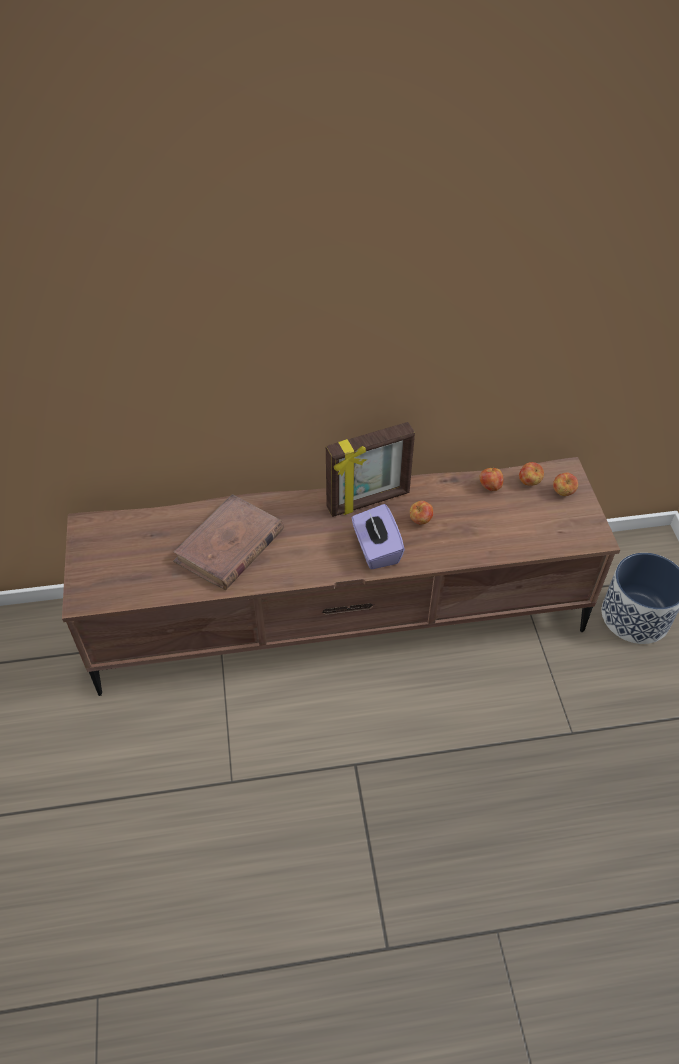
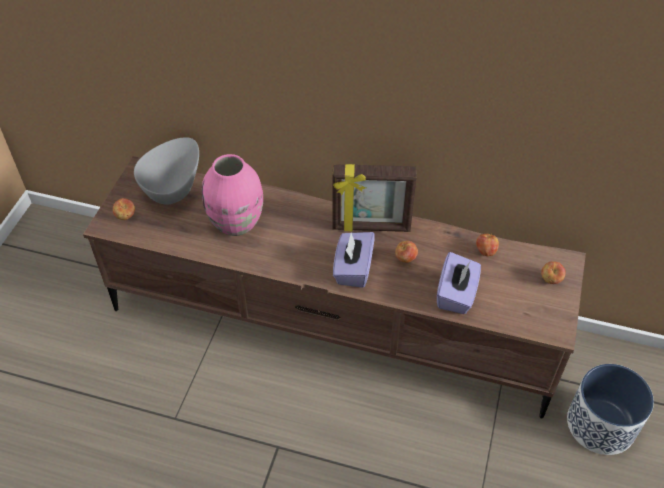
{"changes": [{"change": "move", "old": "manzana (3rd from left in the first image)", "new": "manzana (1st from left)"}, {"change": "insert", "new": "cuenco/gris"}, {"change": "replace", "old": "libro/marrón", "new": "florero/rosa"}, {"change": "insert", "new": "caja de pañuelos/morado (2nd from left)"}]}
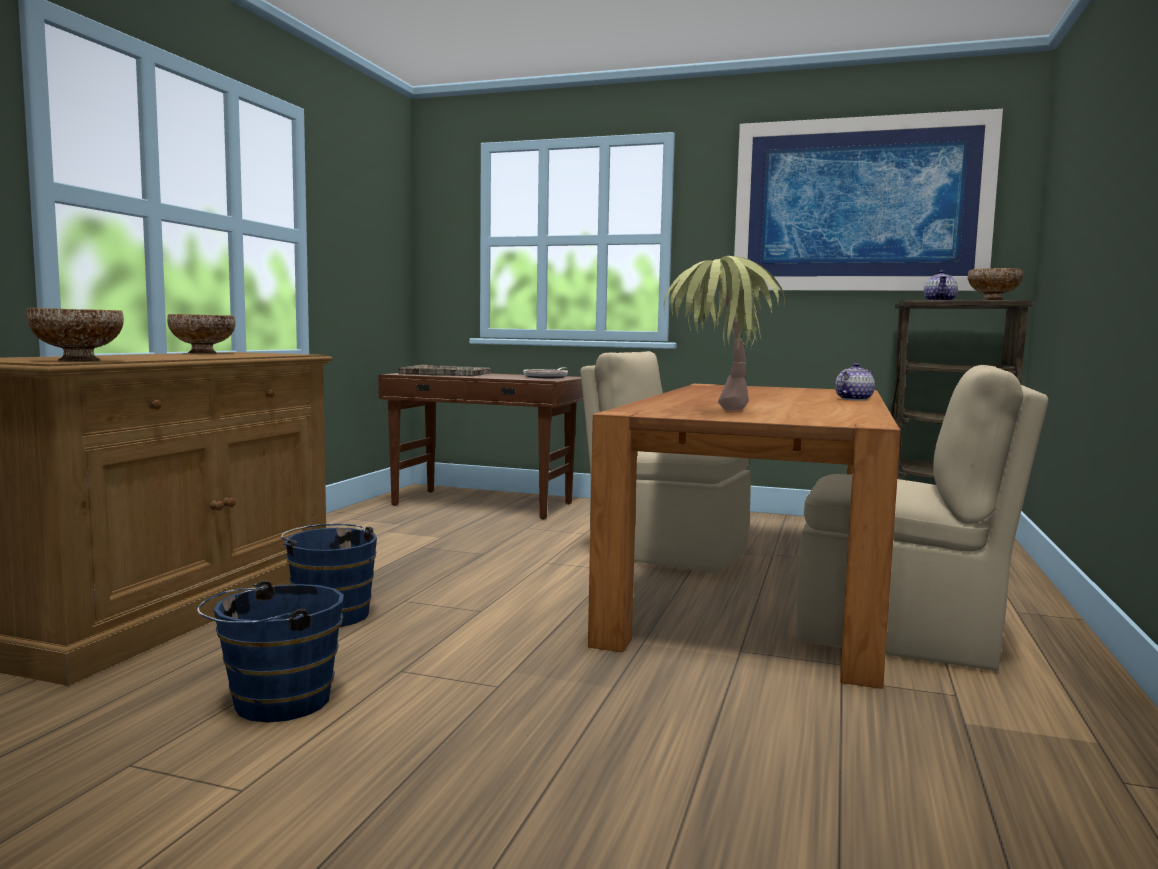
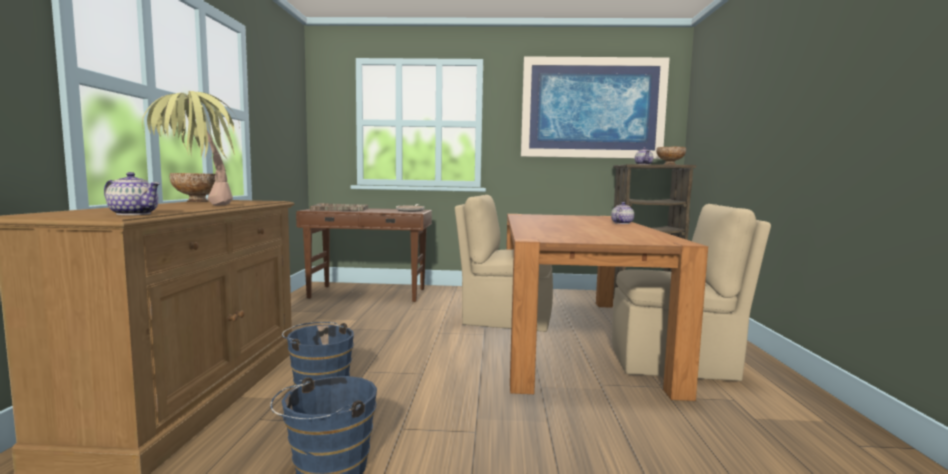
{"changes": [{"change": "replace", "old": "cuenco (1st from left)", "new": "tetera (1st from left)"}, {"change": "move", "old": "planta en maceta"}]}
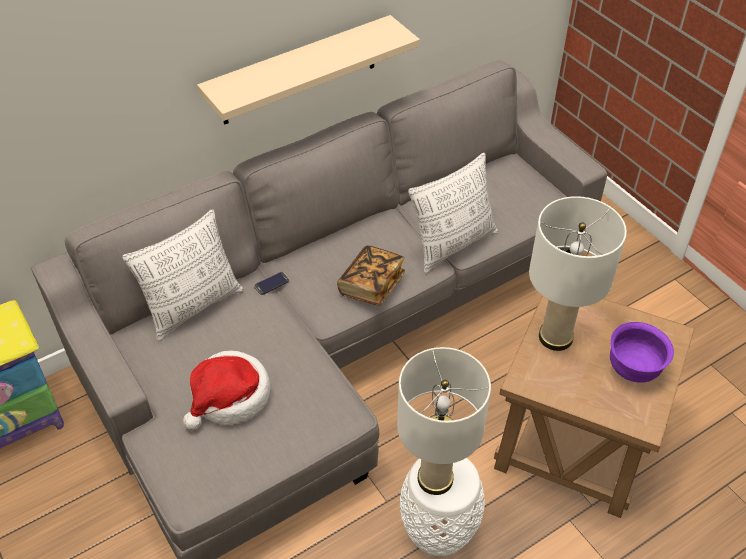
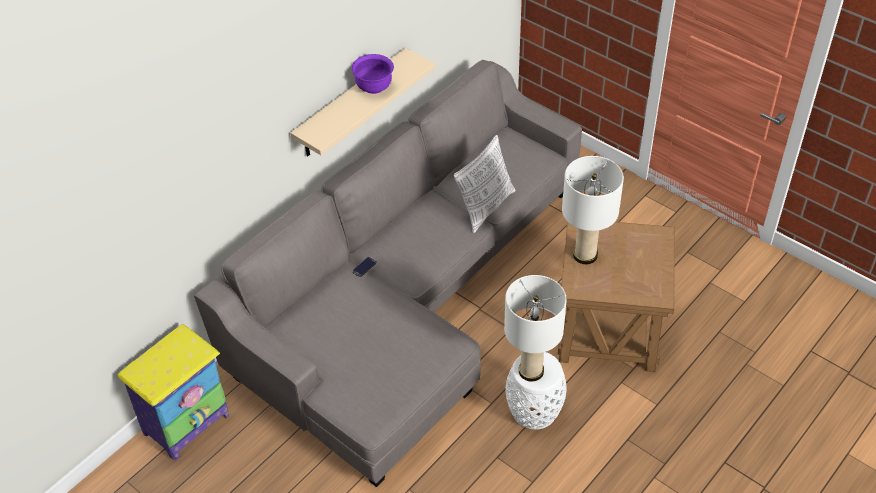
{"changes": [{"change": "move", "old": "cuenco/morado"}, {"change": "delete", "old": "cojín (1st from left)"}, {"change": "delete", "old": "sombrero"}, {"change": "delete", "old": "libro"}]}
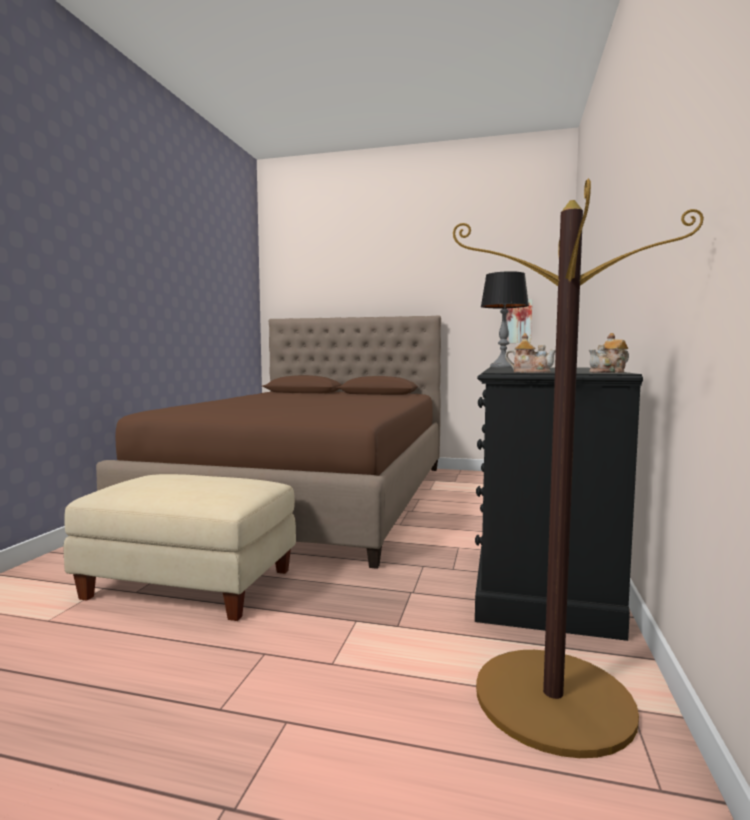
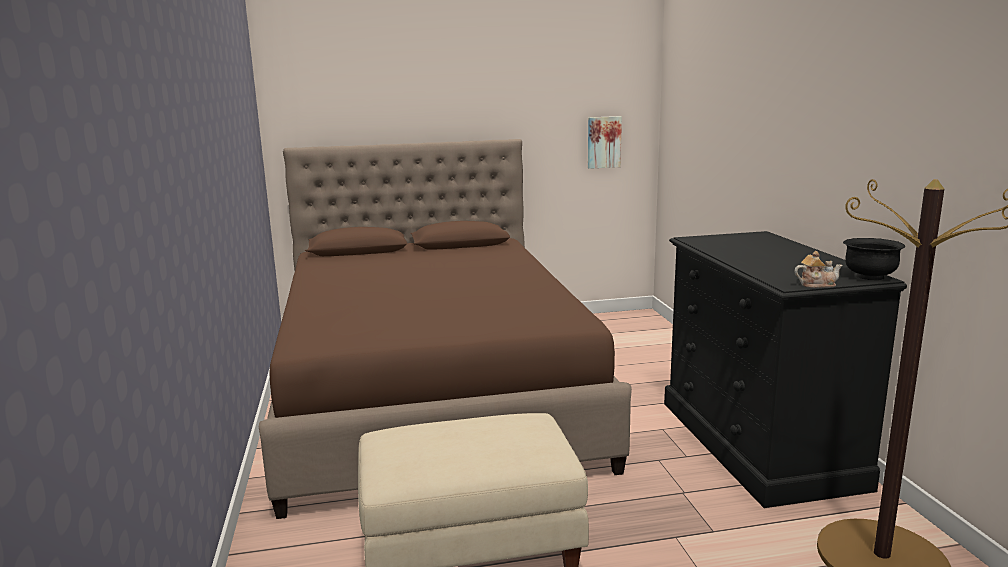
{"changes": [{"change": "replace", "old": "tetera (2nd from left)", "new": "cuenco/negro"}, {"change": "delete", "old": "lámpara de mesa"}]}
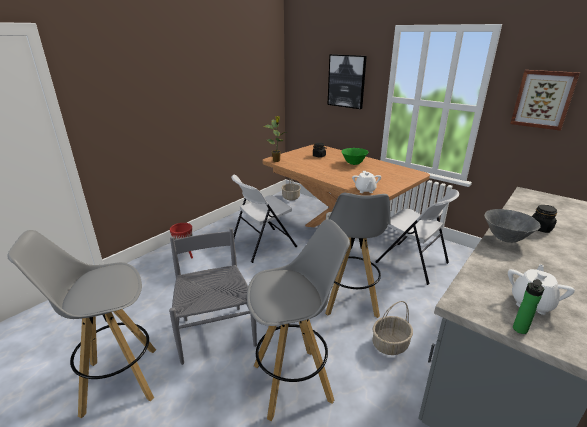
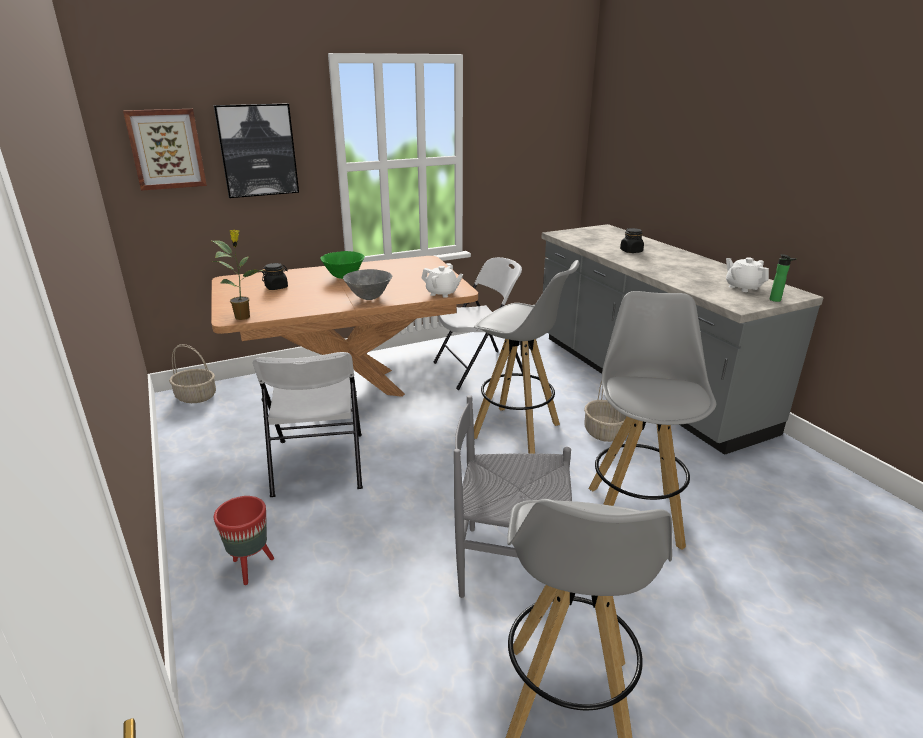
{"changes": [{"change": "move", "old": "cuadro (2nd from left in the first image)", "new": "cuadro (1st from left)"}, {"change": "move", "old": "cuenco/gris"}]}
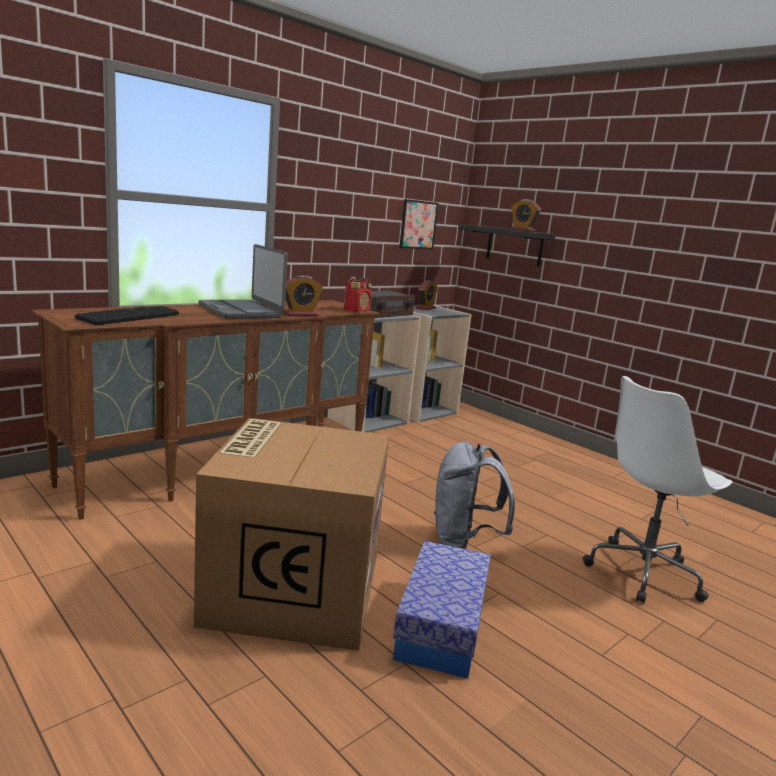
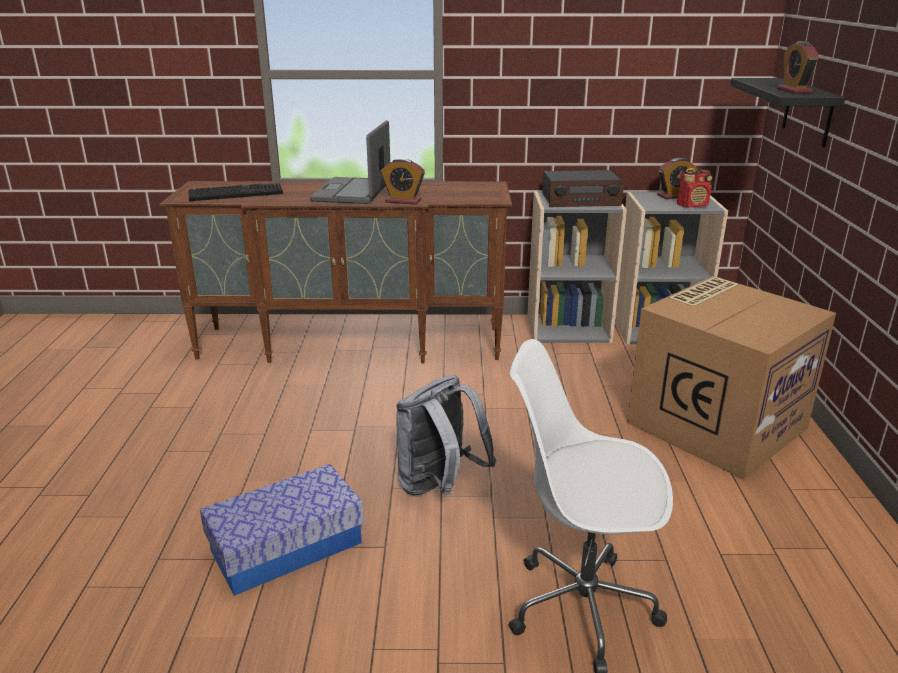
{"changes": [{"change": "move", "old": "caja de cartón"}, {"change": "move", "old": "radio (1st from left in the first image)", "new": "radio (2nd from left)"}, {"change": "delete", "old": "cuadro"}]}
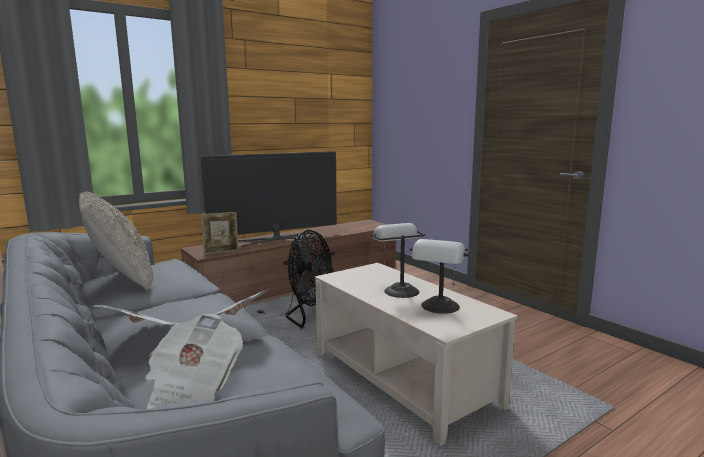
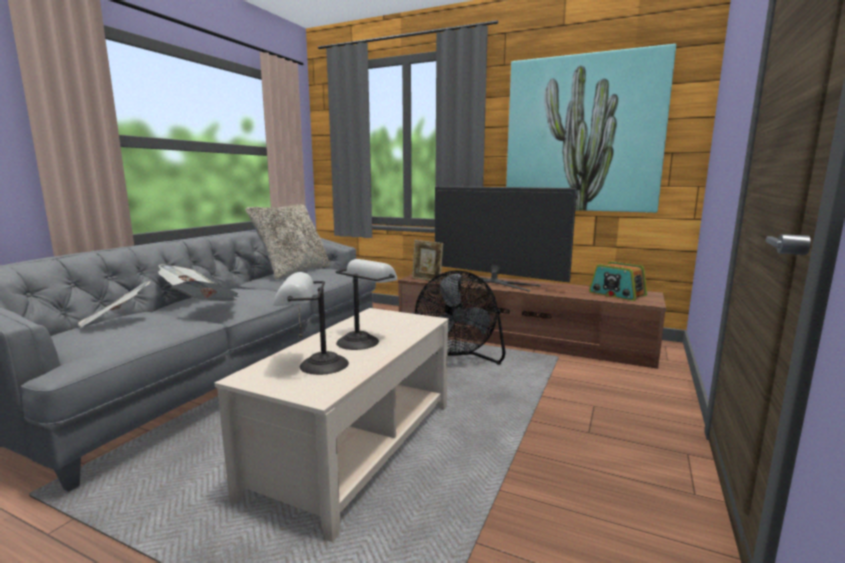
{"changes": [{"change": "insert", "new": "cuadro"}, {"change": "insert", "new": "radio"}]}
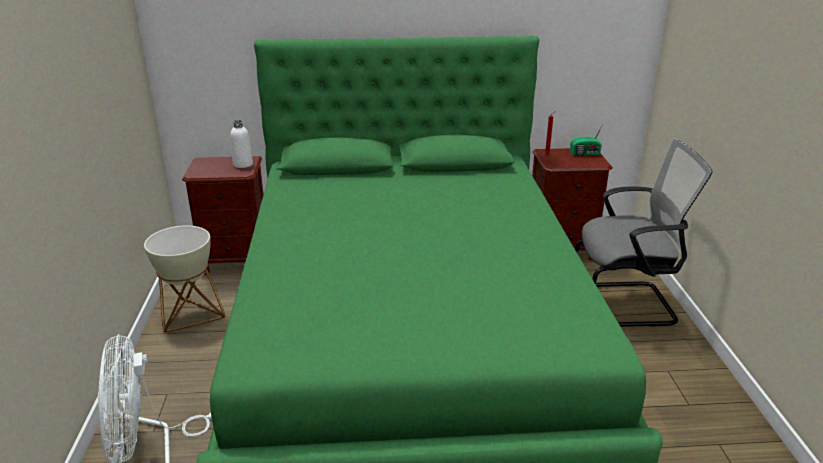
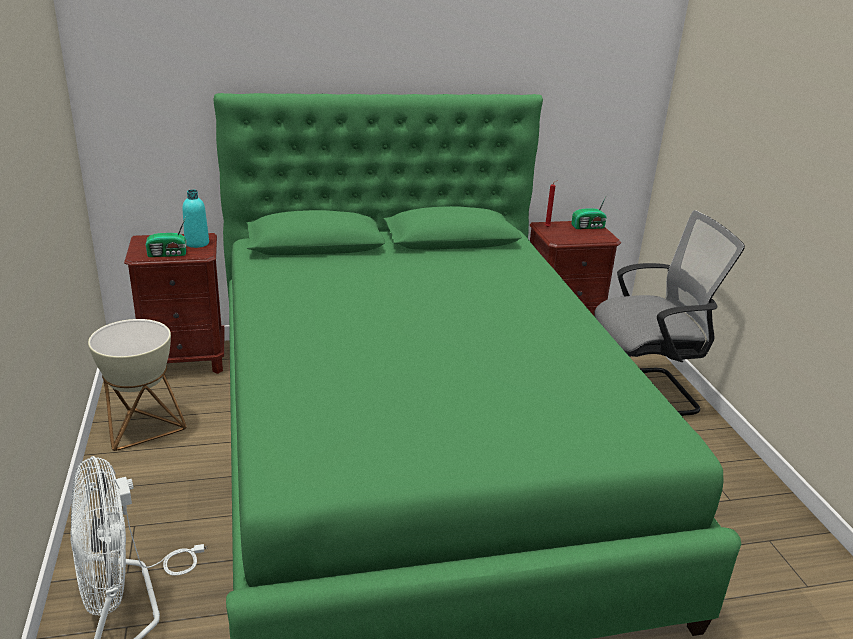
{"changes": [{"change": "insert", "new": "radio (1st from left)"}, {"change": "recolor", "old": "botella/blanco", "new": "botella/turquesa"}]}
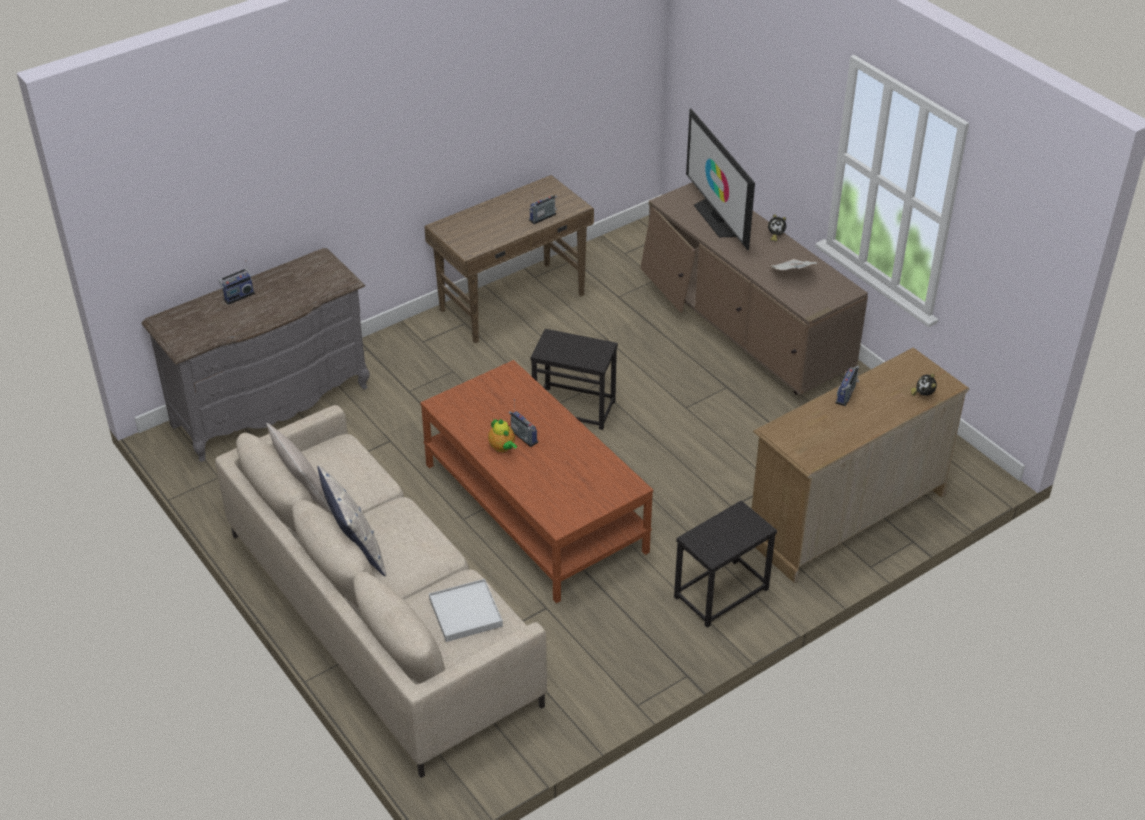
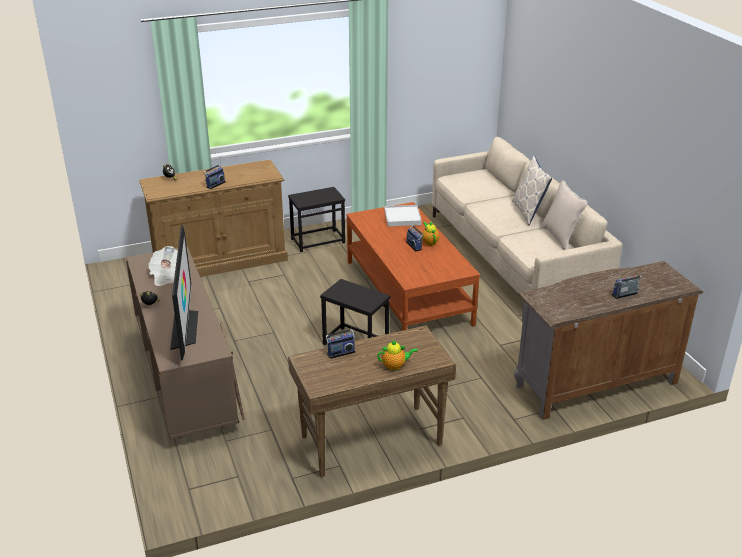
{"changes": [{"change": "insert", "new": "tetera (1st from left)"}, {"change": "move", "old": "bandeja/blanco"}]}
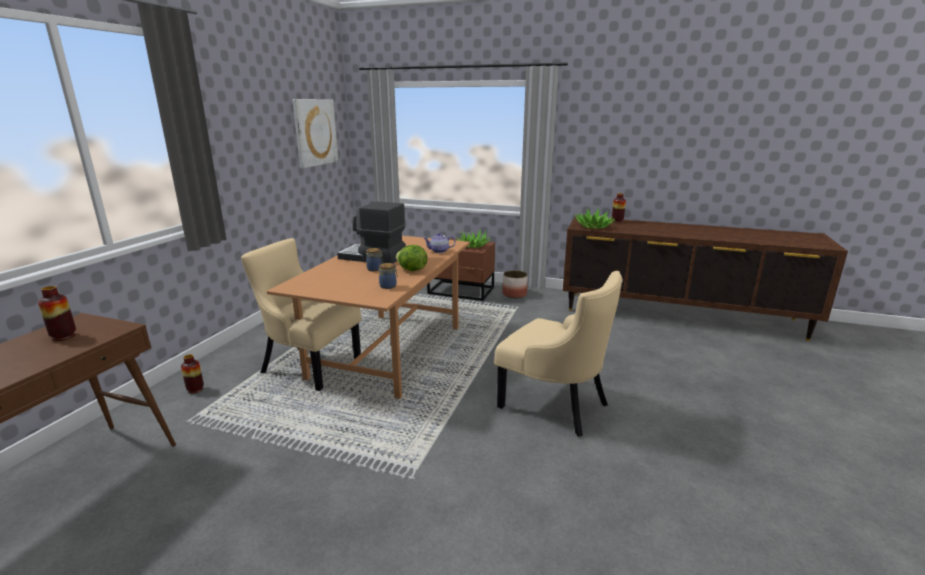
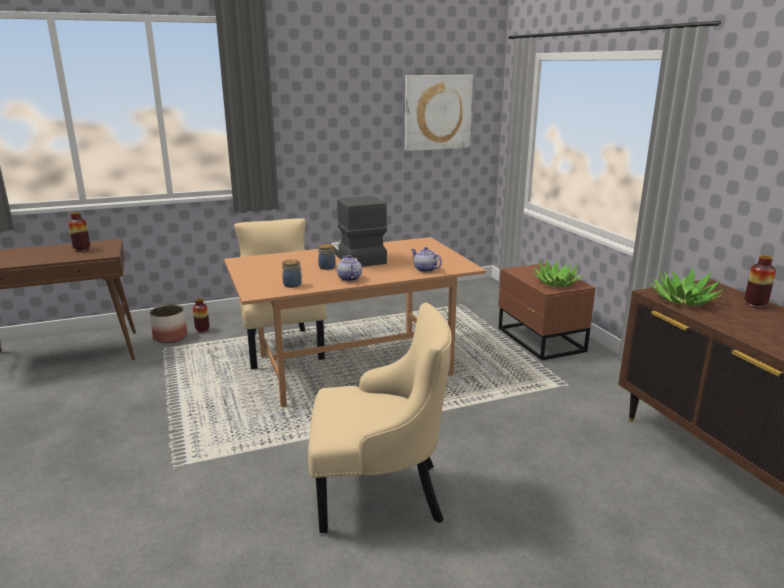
{"changes": [{"change": "move", "old": "maceta"}, {"change": "rotate", "old": "silla/beis (2nd from left)", "degrees": -90}, {"change": "replace", "old": "lechuga", "new": "tetera (1st from left)"}]}
